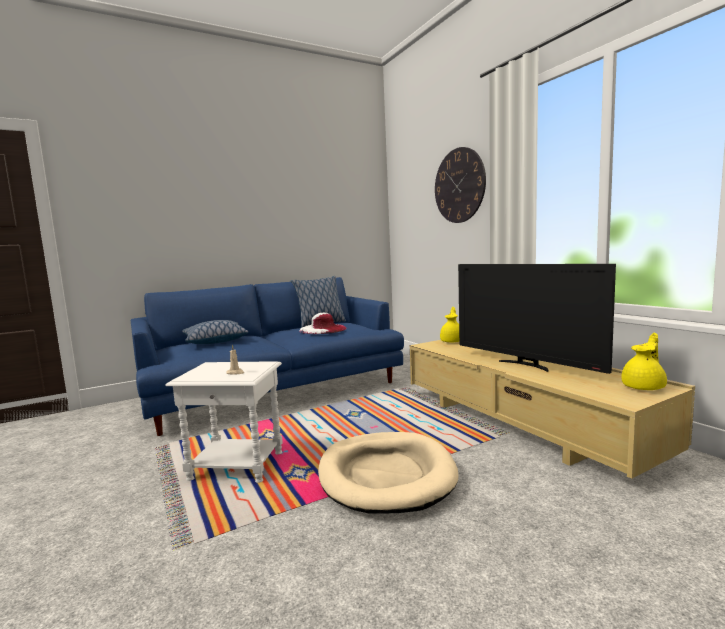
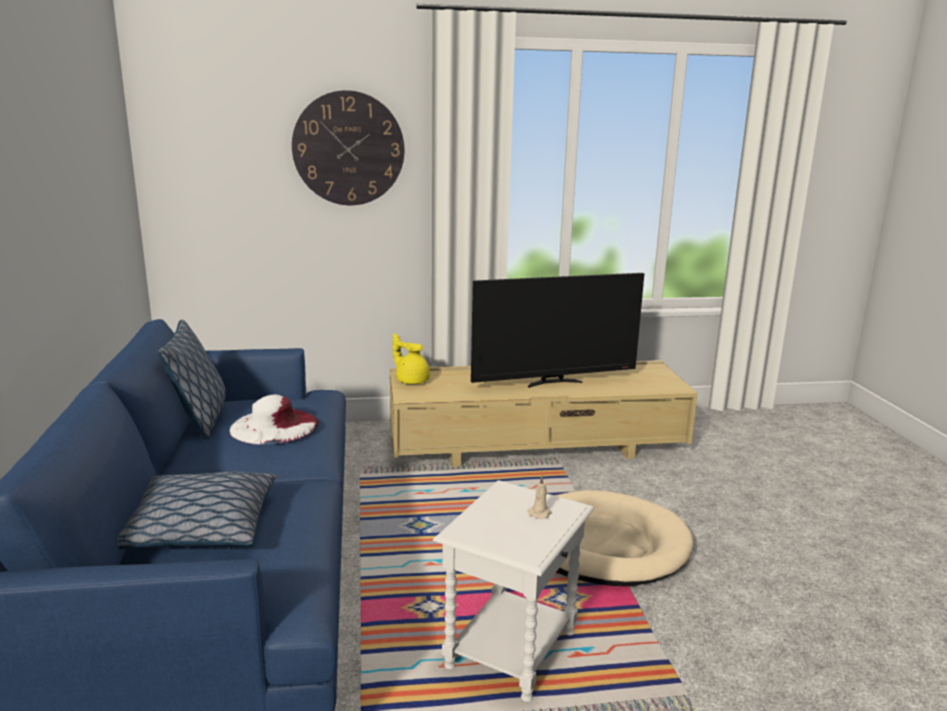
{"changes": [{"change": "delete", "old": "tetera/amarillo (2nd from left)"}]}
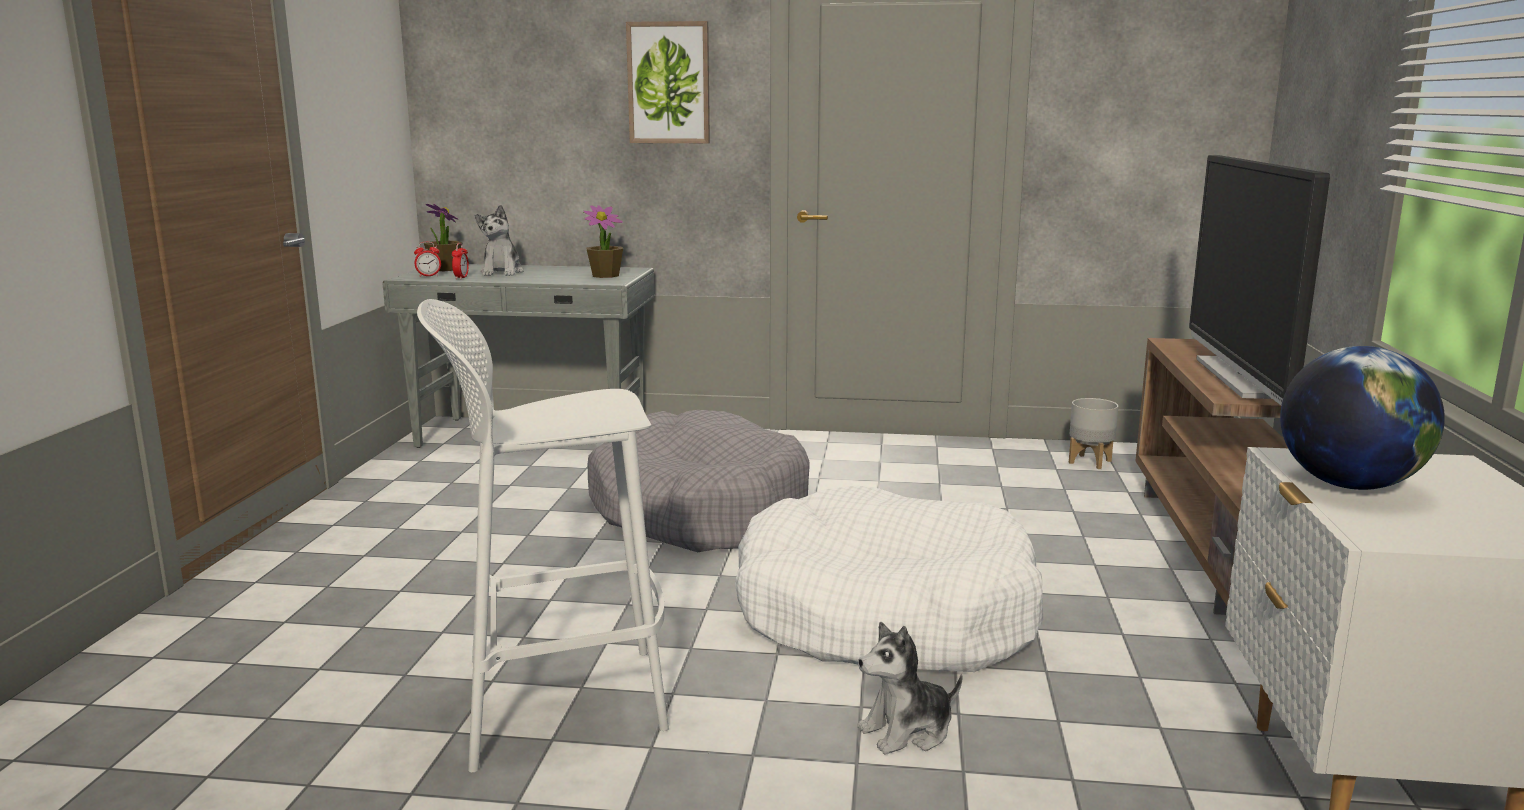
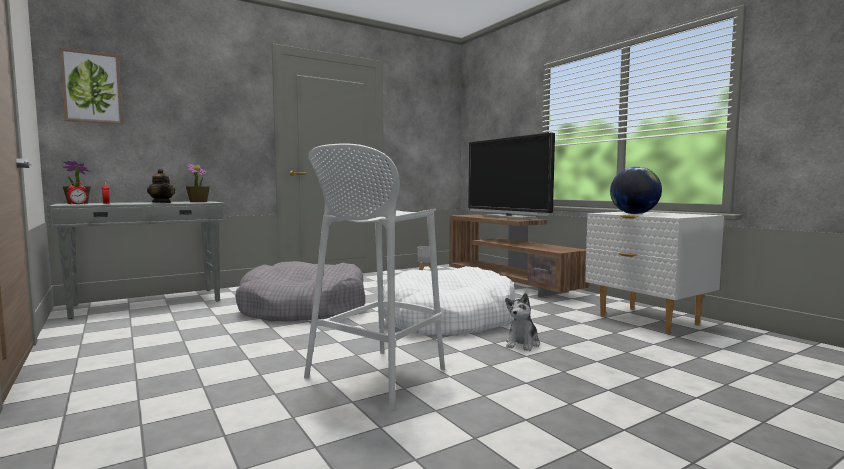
{"changes": [{"change": "move", "old": "cuadro"}, {"change": "insert", "new": "tetera"}, {"change": "delete", "old": "peluche (1st from left)"}]}
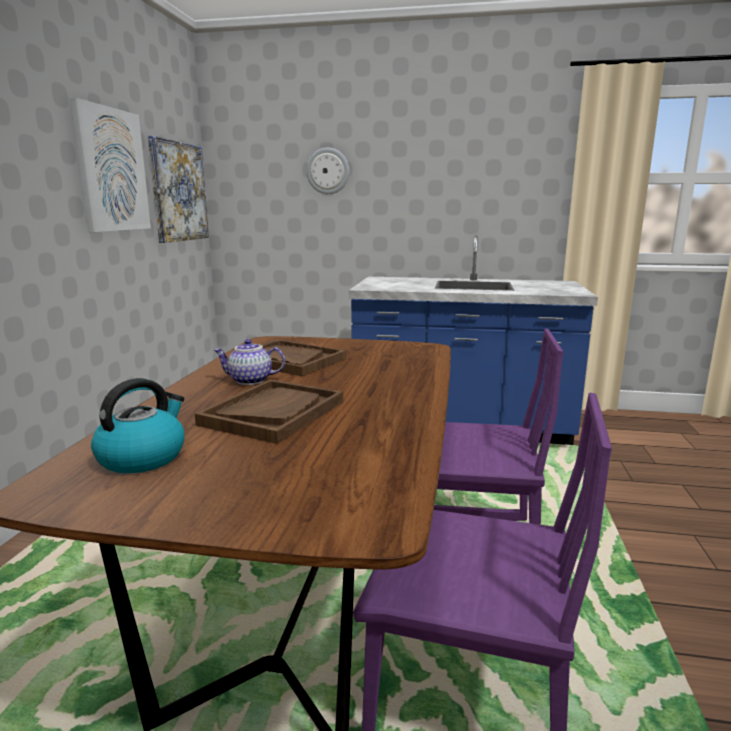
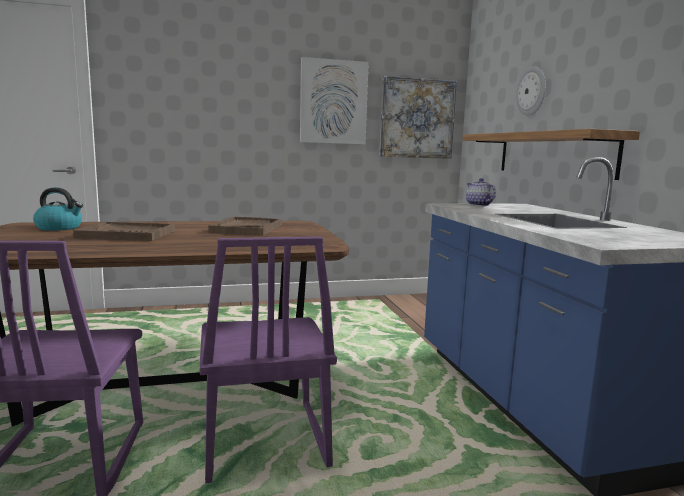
{"changes": [{"change": "insert", "new": "estante"}, {"change": "move", "old": "tetera"}]}
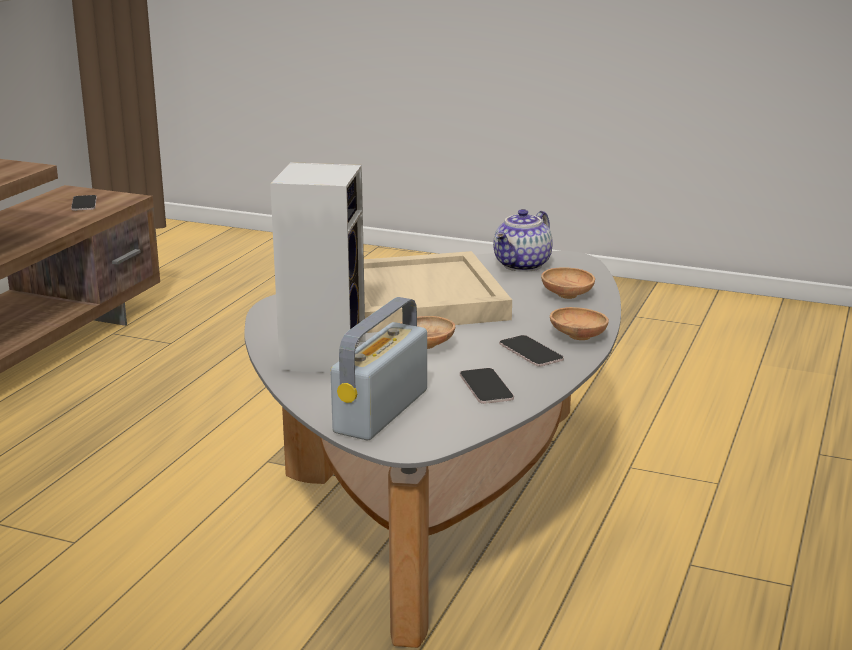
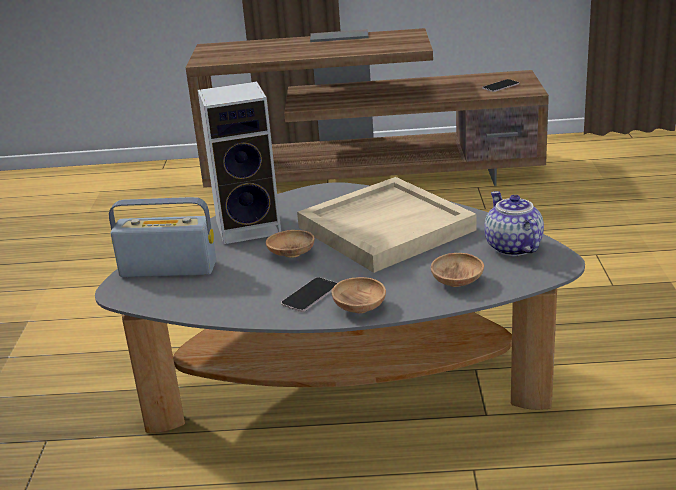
{"changes": [{"change": "rotate", "old": "tetera", "degrees": 60}, {"change": "delete", "old": "móvil (2nd from left)"}]}
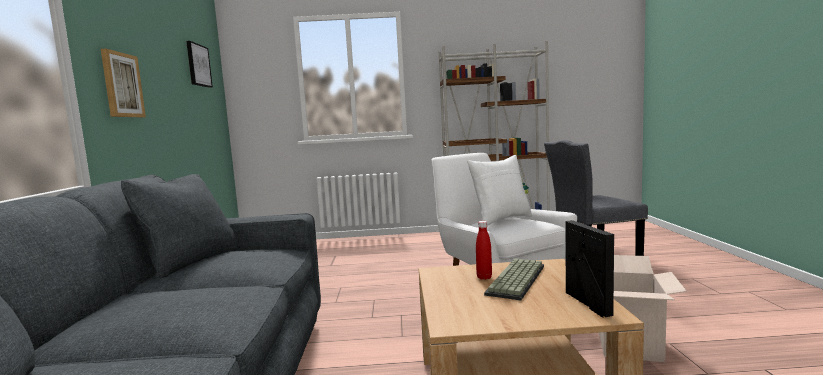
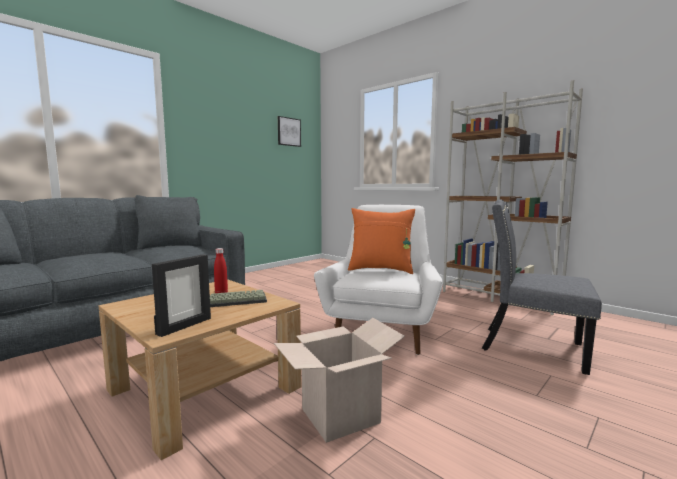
{"changes": [{"change": "recolor", "old": "cojín/blanco", "new": "cojín/naranja"}, {"change": "delete", "old": "cuadro (1st from left)"}]}
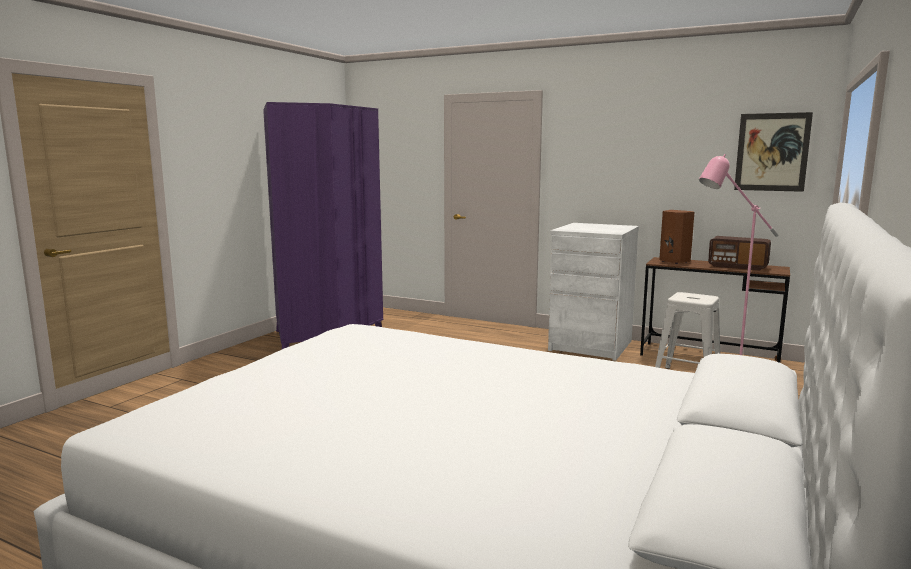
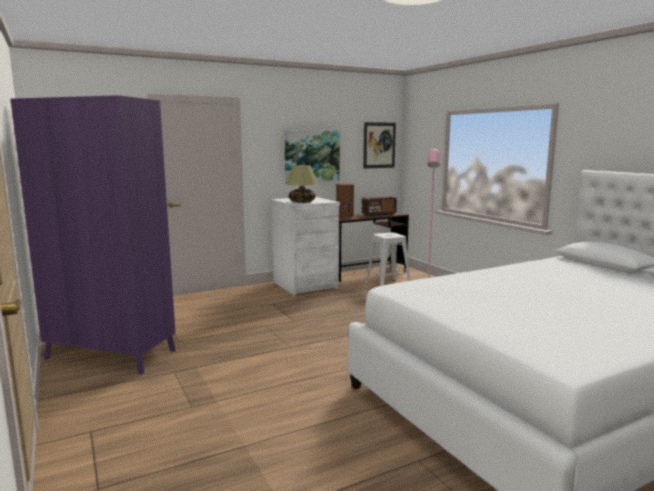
{"changes": [{"change": "insert", "new": "cuadro (1st from left)"}, {"change": "insert", "new": "lámpara de mesa"}]}
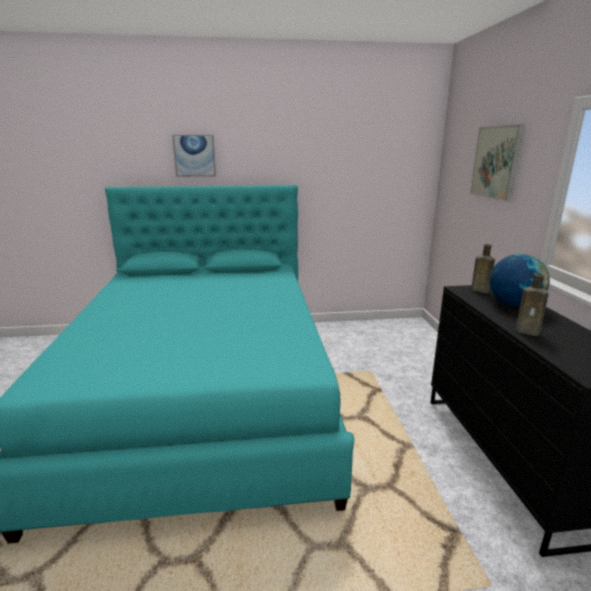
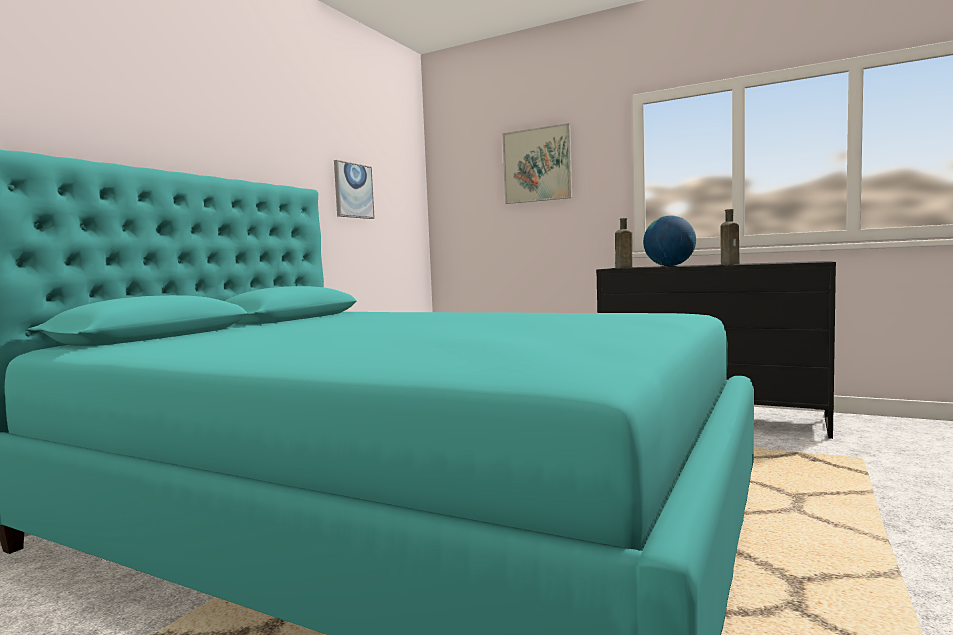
{"changes": [{"change": "move", "old": "cuadro (1st from left)"}]}
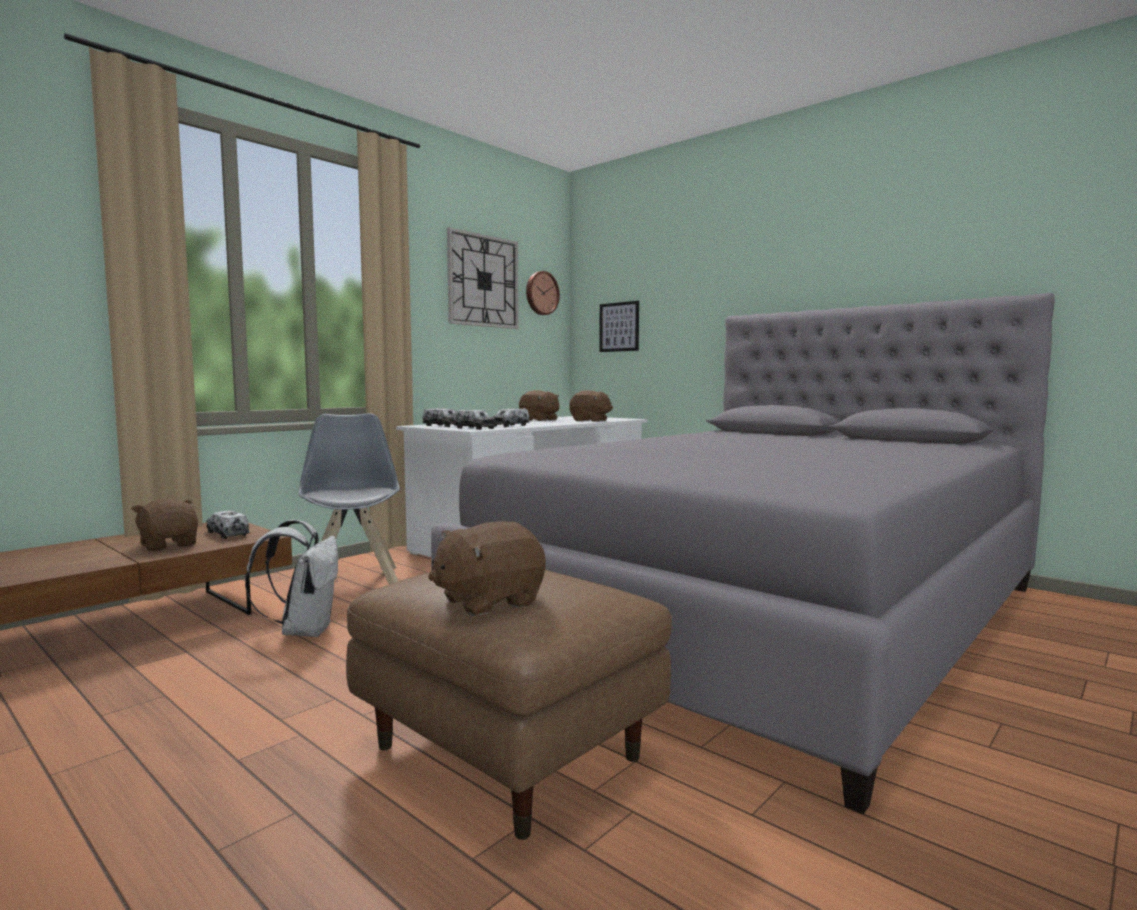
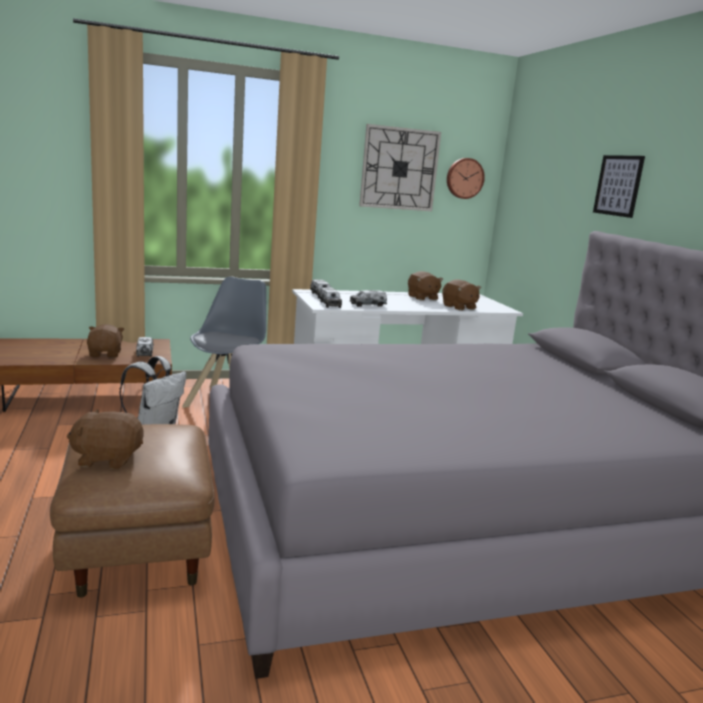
{"changes": [{"change": "move", "old": "cuadro"}]}
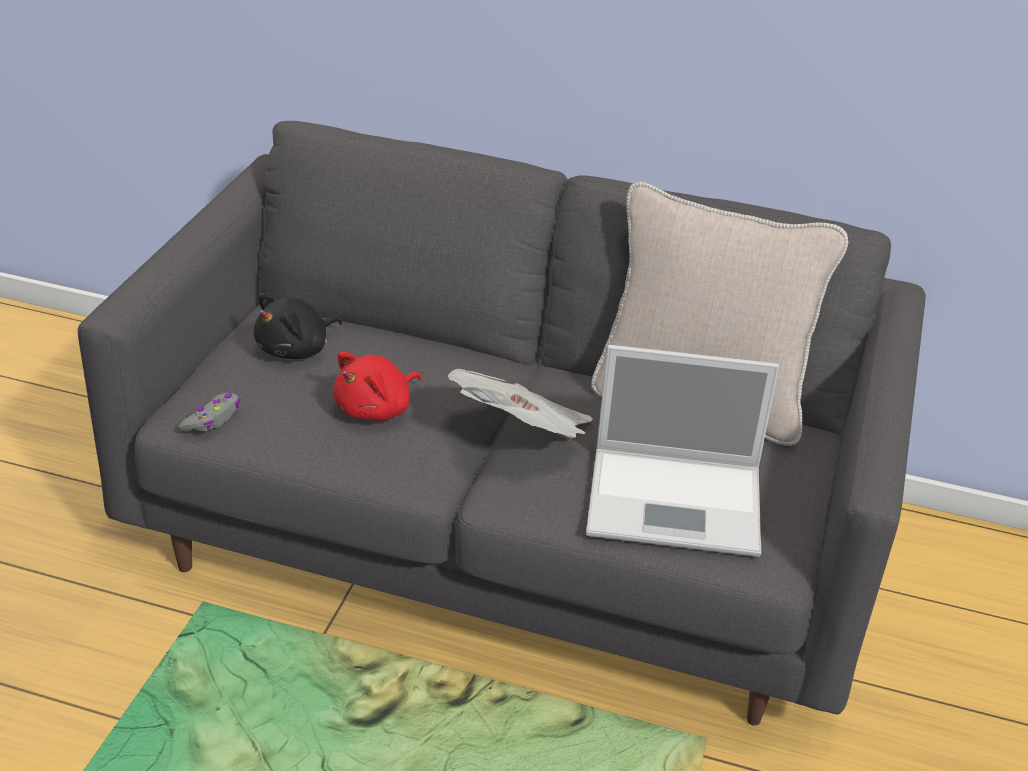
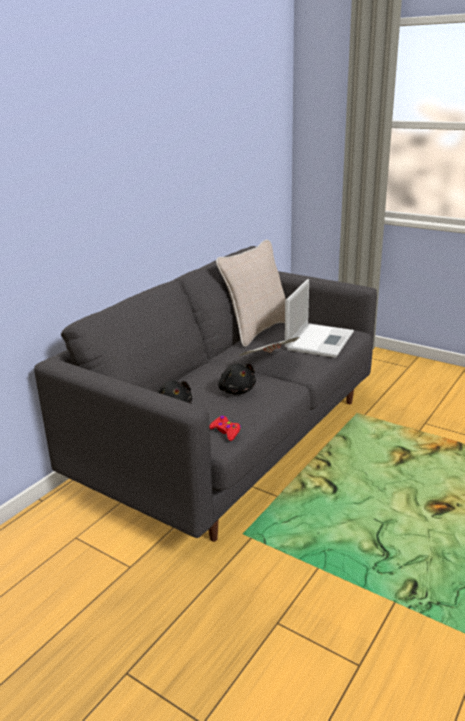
{"changes": [{"change": "recolor", "old": "mando de consola/gris", "new": "mando de consola/rojo"}, {"change": "recolor", "old": "peluche/rojo", "new": "peluche/negro (2nd from left)"}]}
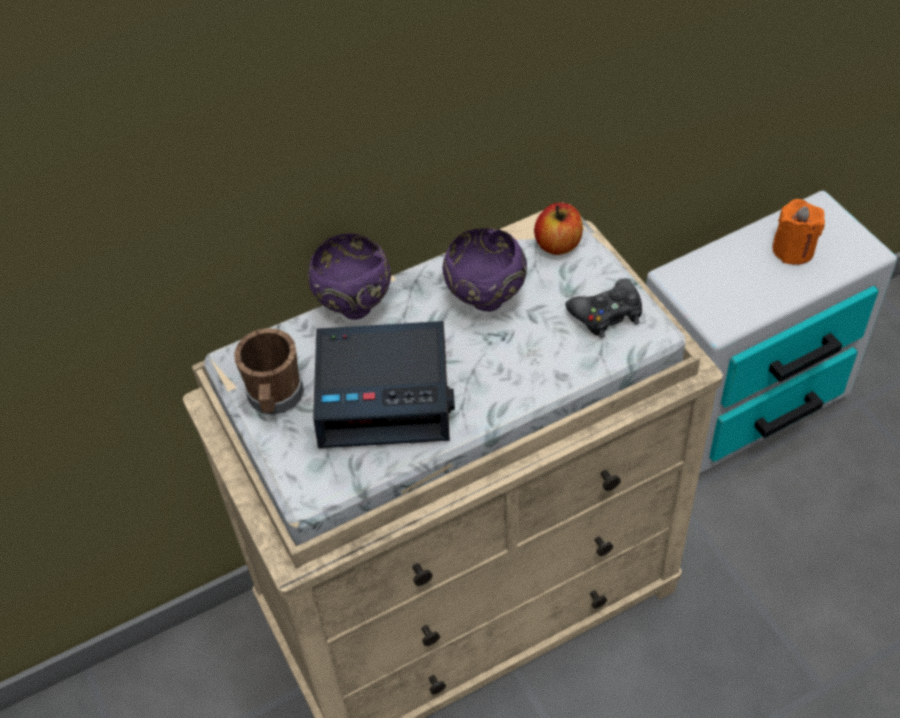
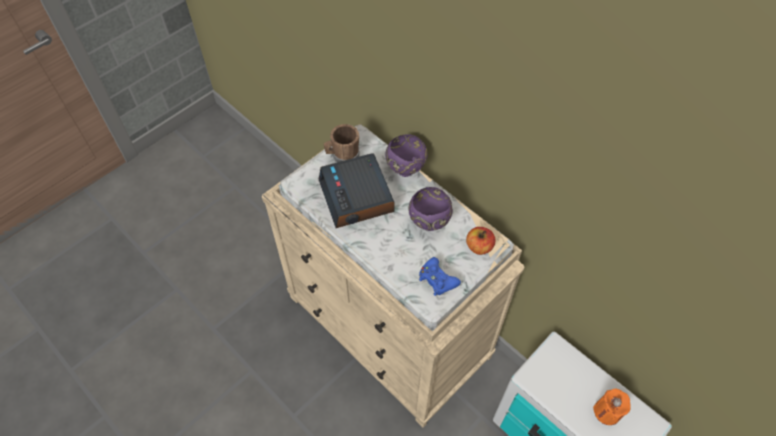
{"changes": [{"change": "recolor", "old": "mando de consola/negro", "new": "mando de consola/azul"}]}
